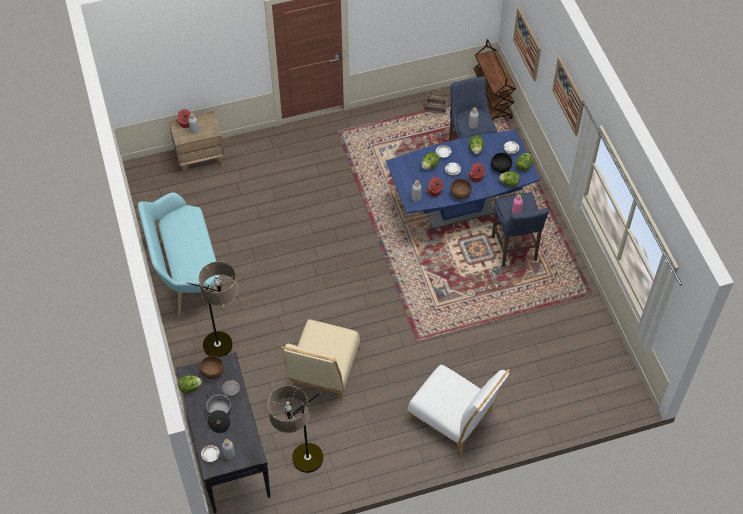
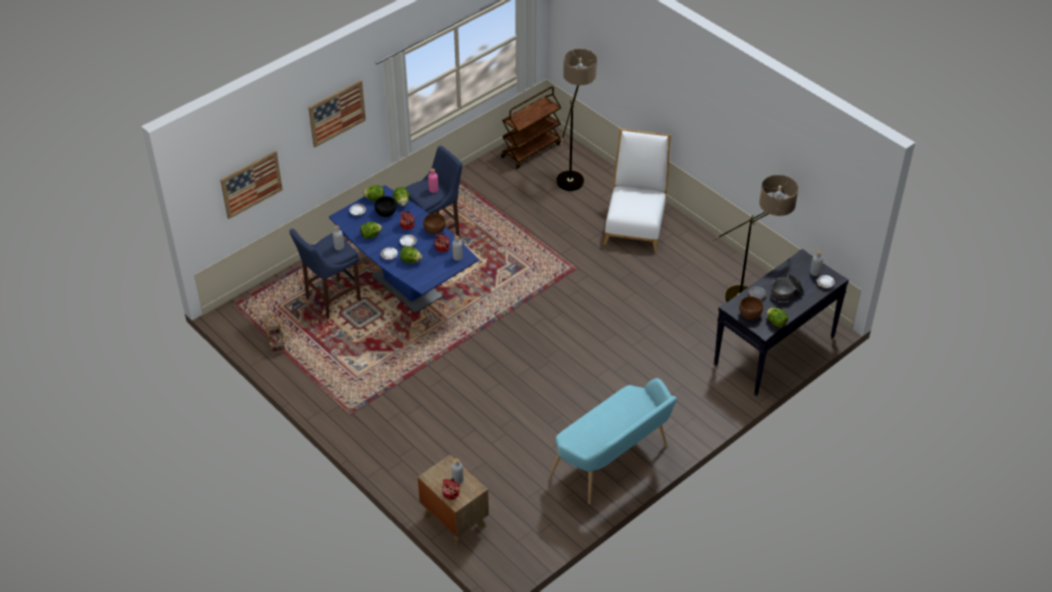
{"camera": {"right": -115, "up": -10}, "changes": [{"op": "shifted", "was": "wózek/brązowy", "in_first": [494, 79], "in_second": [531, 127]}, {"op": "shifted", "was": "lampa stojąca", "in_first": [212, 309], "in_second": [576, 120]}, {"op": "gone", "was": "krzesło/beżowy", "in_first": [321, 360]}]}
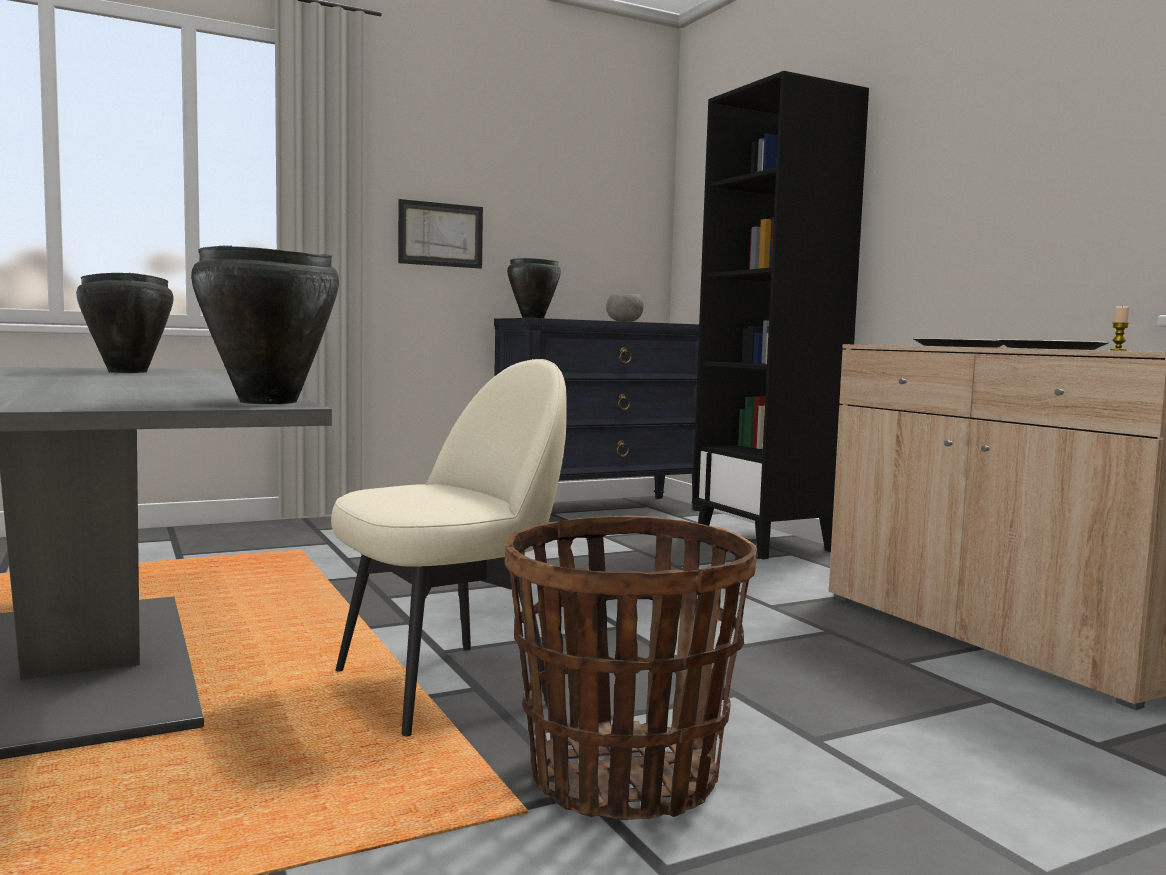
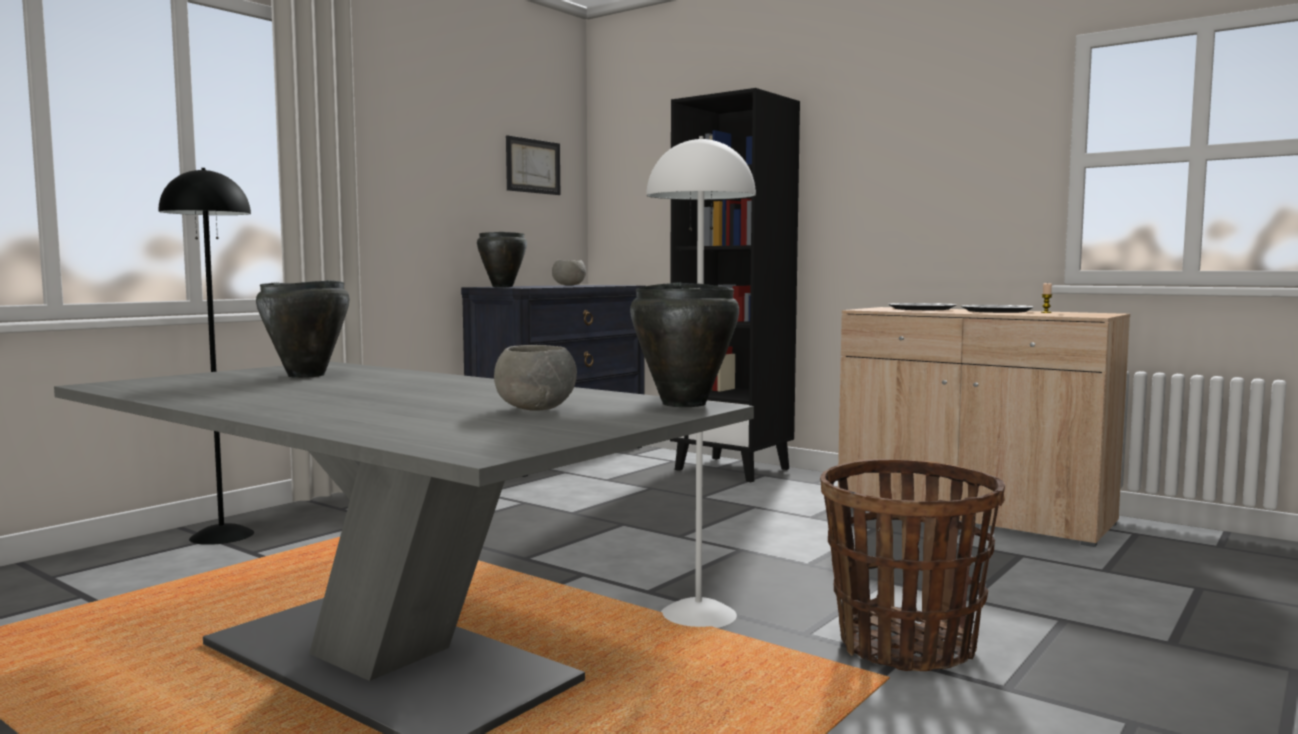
{"camera": {"right": -25, "up": 0}, "changes": [{"op": "shifted", "was": "obraz", "in_first": [440, 234], "in_second": [533, 165]}, {"op": "swapped", "was": "krzesło/beżowy", "now": "lampa stojąca/biały", "in_first": [449, 547], "in_second": [701, 382]}, {"op": "new", "now": "lampa stojąca/czarny", "in_second": [206, 356]}, {"op": "new", "now": "miska/szary", "in_second": [535, 378]}]}
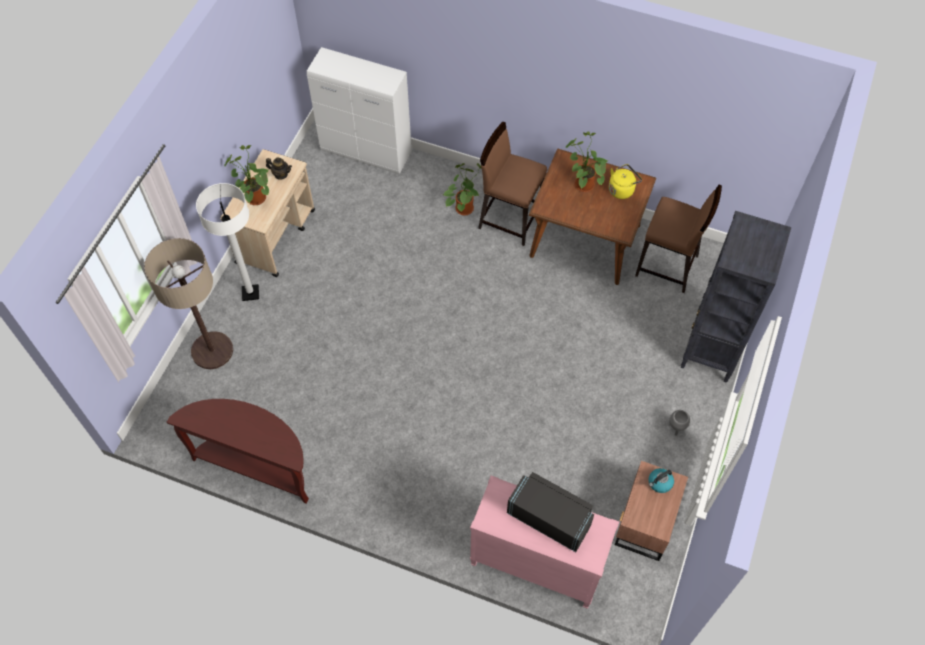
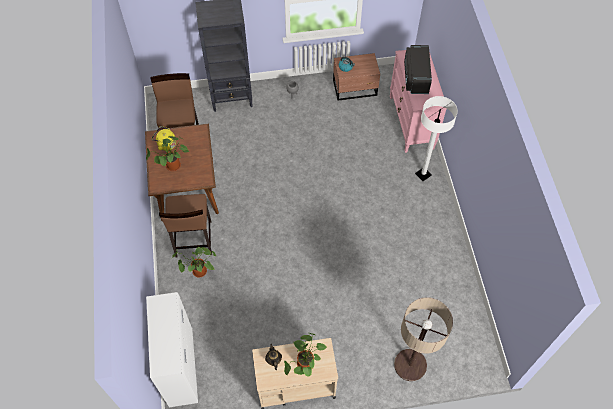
{"camera": {"right": -120, "up": 0}, "changes": [{"op": "shifted", "was": "lampa stojąca/biały", "in_first": [227, 242], "in_second": [436, 138]}, {"op": "gone", "was": "stolik konsolowy/brązowy", "in_first": [238, 451]}]}
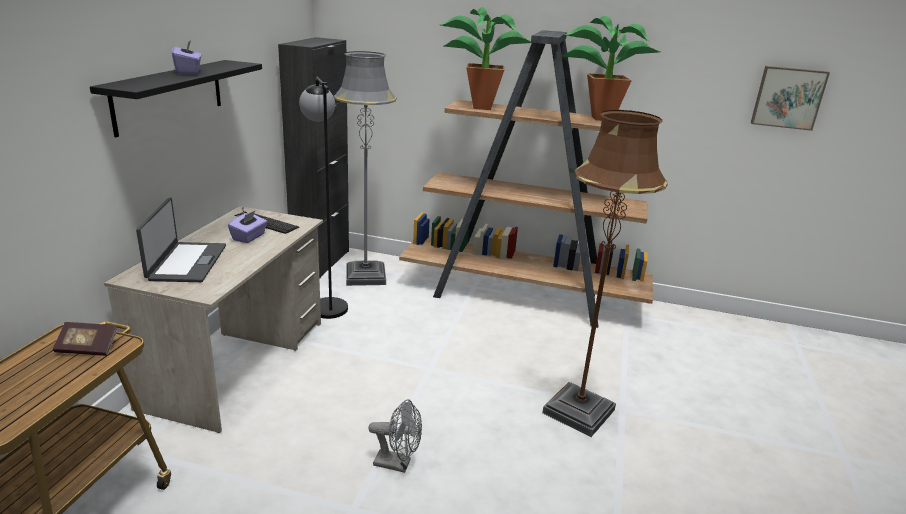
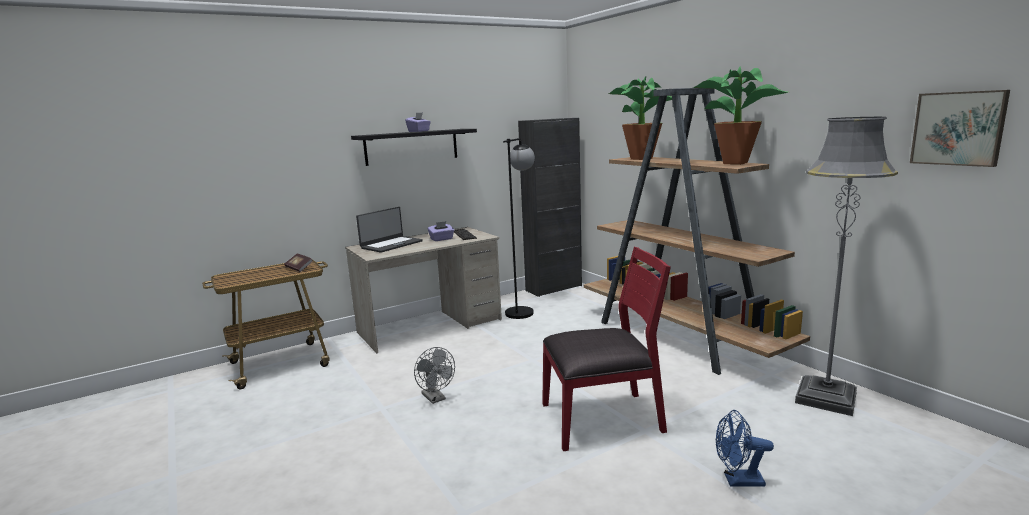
{"camera": {"right": 45, "up": -10}, "changes": [{"op": "shifted", "was": "lampa stojąca/szary", "in_first": [365, 168], "in_second": [846, 266]}, {"op": "swapped", "was": "lampa stojąca/brązowy", "now": "krzesło/czerwony", "in_first": [605, 273], "in_second": [606, 349]}, {"op": "new", "now": "wentylator/niebieski", "in_second": [745, 448]}]}
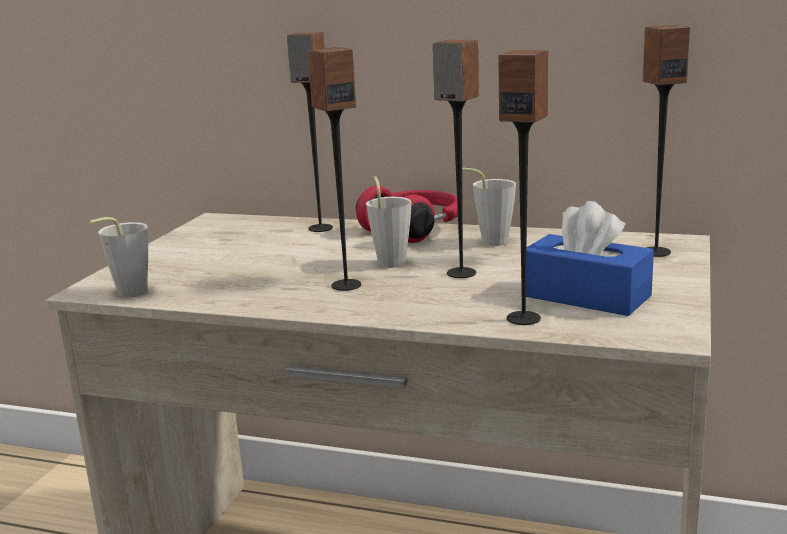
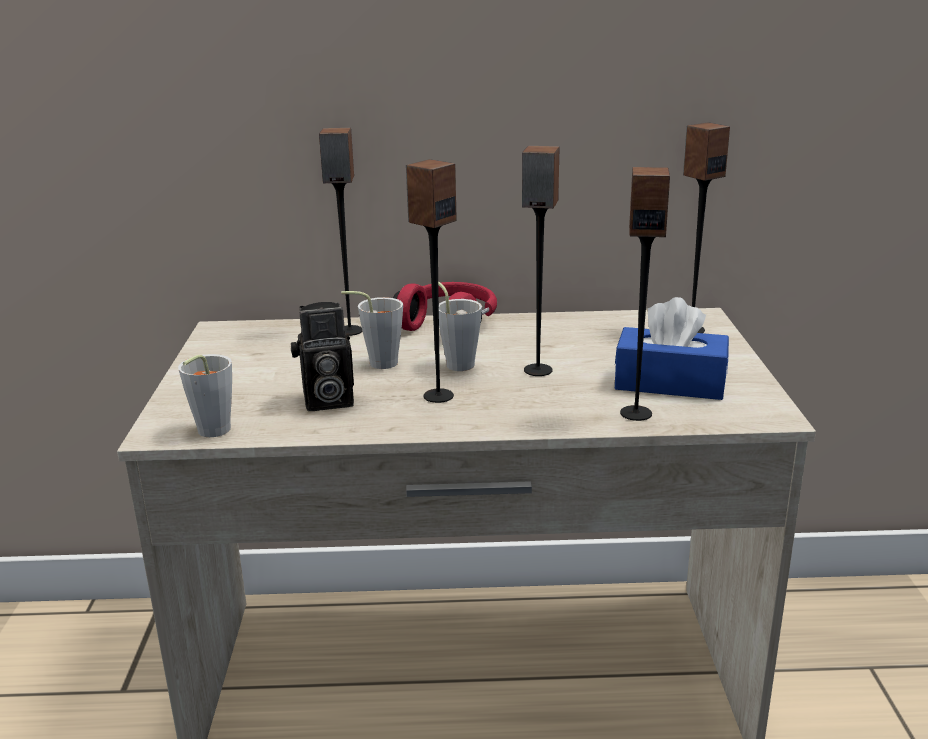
{"camera": {"right": -20, "up": 5}, "changes": [{"op": "shifted", "was": "filiżanka/szary", "in_first": [489, 207], "in_second": [372, 330]}, {"op": "new", "now": "aparat fotograficzny", "in_second": [322, 356]}]}
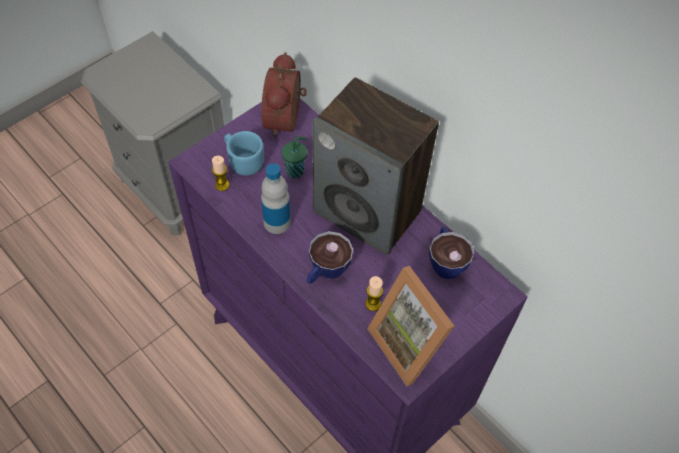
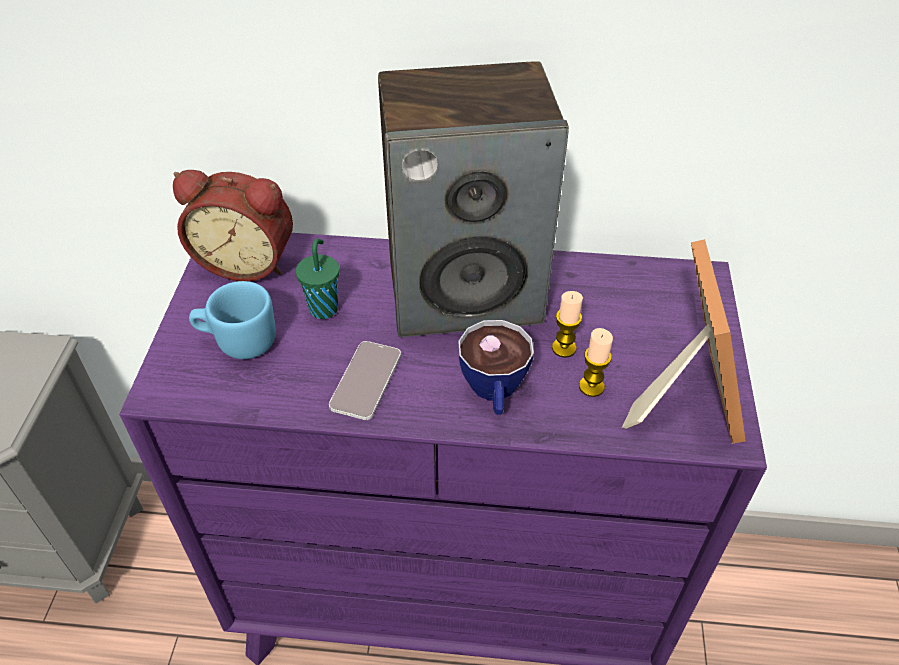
{"camera": {"right": -40, "up": -10}, "changes": [{"op": "rotated", "was": "budzik", "in_first": [284, 95], "in_second": [233, 225], "clockwise": -45}, {"op": "shifted", "was": "świeca", "in_first": [220, 173], "in_second": [567, 324]}, {"op": "swapped", "was": "butelka", "now": "telefon", "in_first": [276, 198], "in_second": [365, 380]}, {"op": "gone", "was": "filiżanka", "in_first": [452, 253]}, {"op": "rotated", "was": "ramka na zdjęcie", "in_first": [410, 326], "in_second": [684, 341], "clockwise": -105}]}
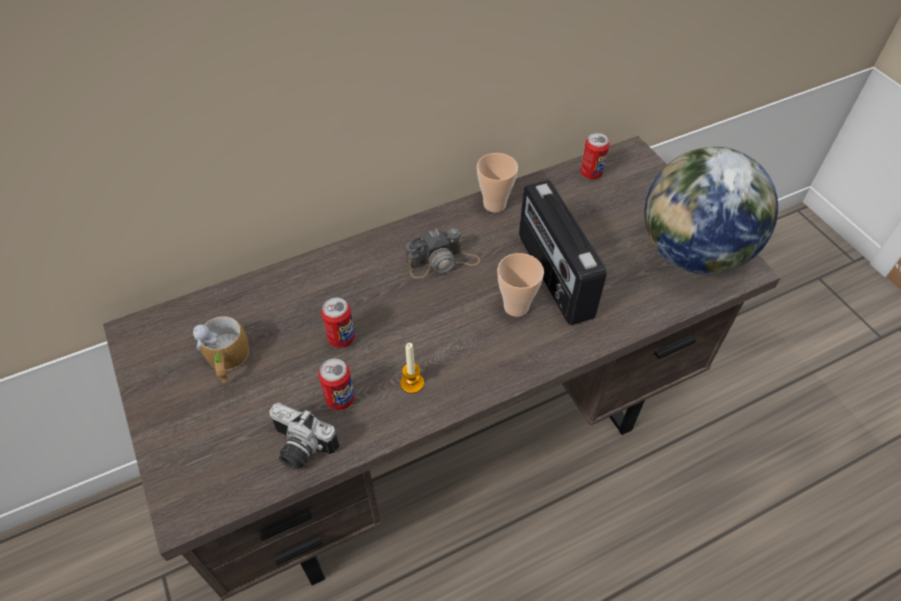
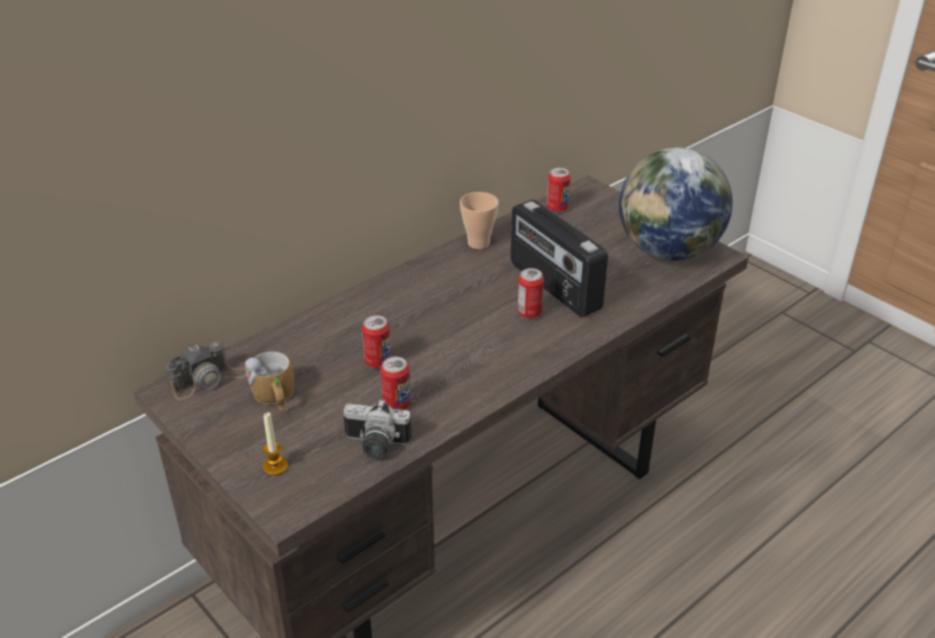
{"camera": {"right": -15, "up": -15}, "changes": [{"op": "shifted", "was": "aparat fotograficzny", "in_first": [443, 253], "in_second": [206, 371]}, {"op": "swapped", "was": "filiżanka", "now": "puszka", "in_first": [520, 285], "in_second": [530, 293]}, {"op": "shifted", "was": "świeca", "in_first": [412, 368], "in_second": [275, 444]}]}
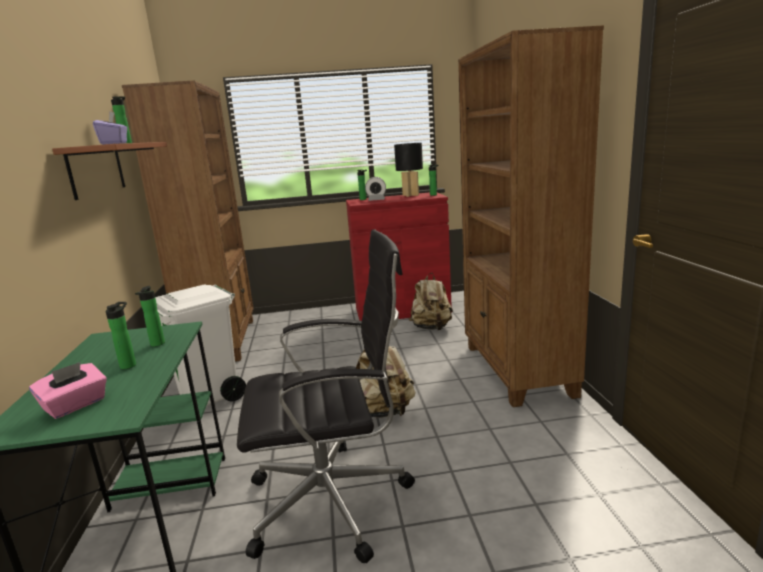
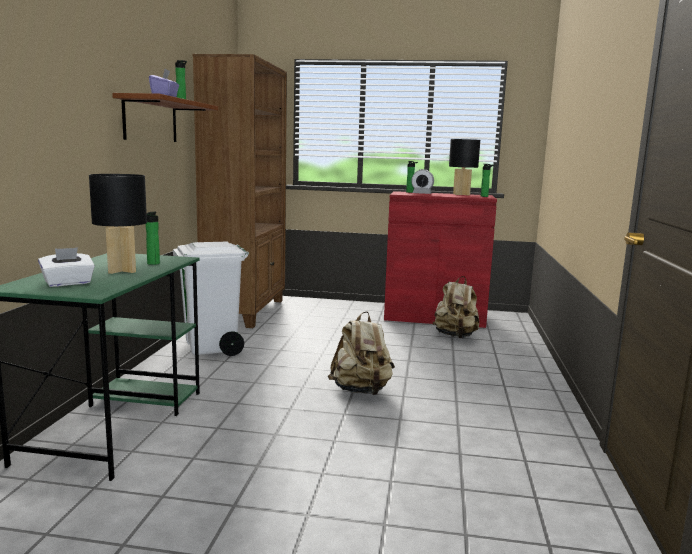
{"camera": {"right": 15, "up": -5}, "changes": [{"op": "gone", "was": "regał/brązowy", "in_first": [531, 216]}, {"op": "gone", "was": "krzesło biurowe/czarny", "in_first": [326, 396]}, {"op": "swapped", "was": "butelka", "now": "lampa stołowa/czarny", "in_first": [121, 335], "in_second": [118, 224]}, {"op": "repainted", "was": "pudełko chusteczek/różowy", "now": "pudełko chusteczek/biały", "in_first": [68, 390], "in_second": [66, 267]}]}
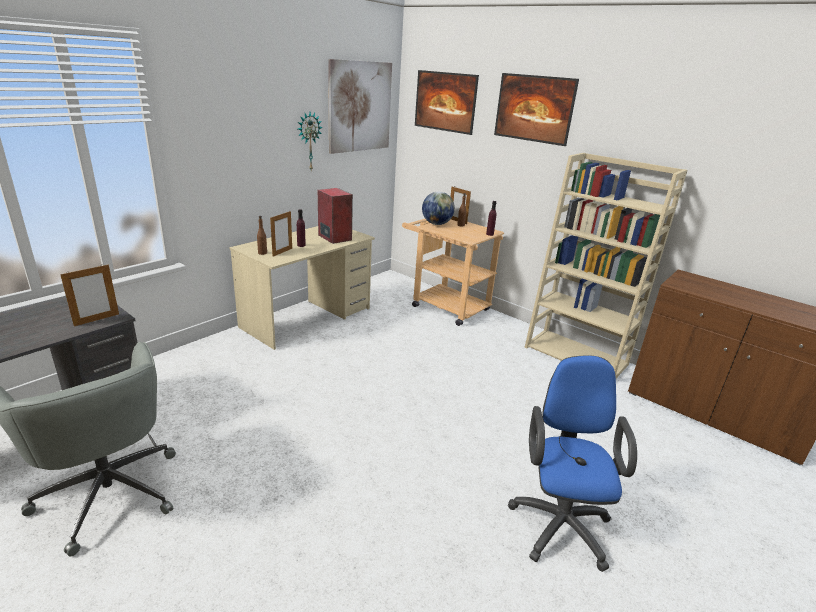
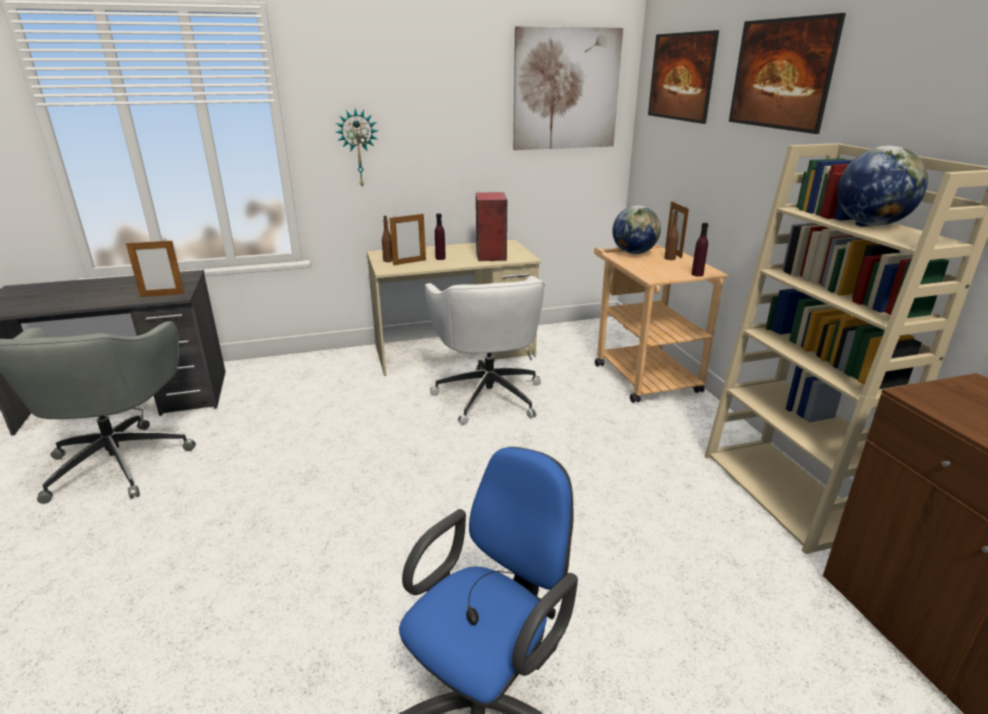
{"camera": {"right": 35, "up": 0}, "changes": [{"op": "shifted", "was": "zegar ścienny", "in_first": [310, 141], "in_second": [357, 148]}, {"op": "new", "now": "globus", "in_second": [883, 186]}, {"op": "new", "now": "krzesło biurowe/biały", "in_second": [485, 350]}]}
